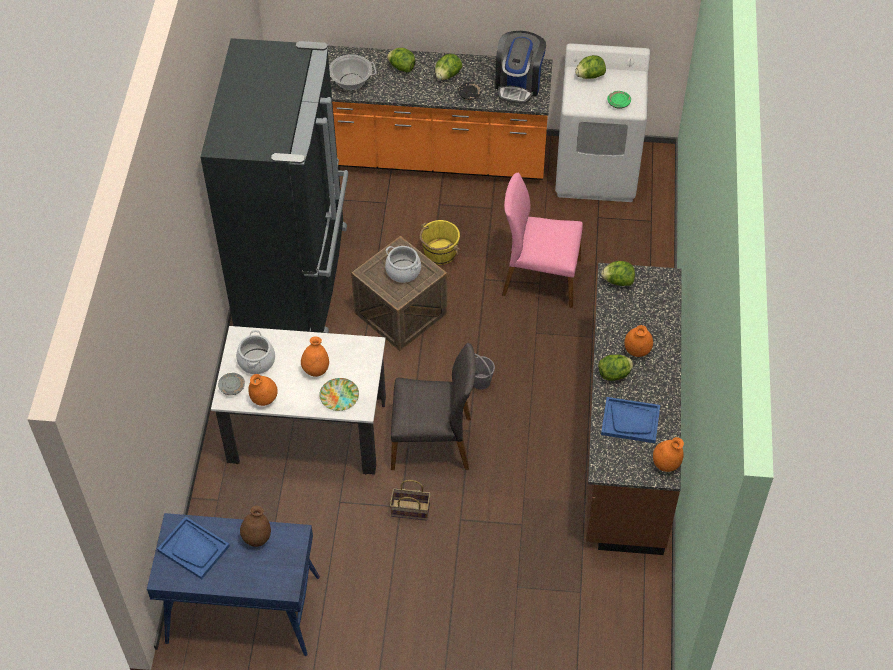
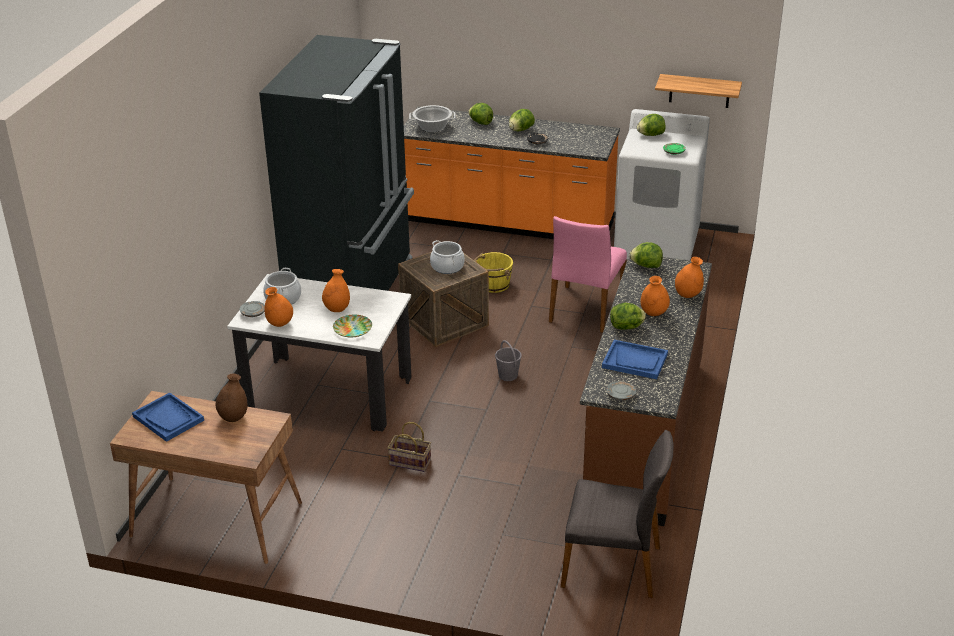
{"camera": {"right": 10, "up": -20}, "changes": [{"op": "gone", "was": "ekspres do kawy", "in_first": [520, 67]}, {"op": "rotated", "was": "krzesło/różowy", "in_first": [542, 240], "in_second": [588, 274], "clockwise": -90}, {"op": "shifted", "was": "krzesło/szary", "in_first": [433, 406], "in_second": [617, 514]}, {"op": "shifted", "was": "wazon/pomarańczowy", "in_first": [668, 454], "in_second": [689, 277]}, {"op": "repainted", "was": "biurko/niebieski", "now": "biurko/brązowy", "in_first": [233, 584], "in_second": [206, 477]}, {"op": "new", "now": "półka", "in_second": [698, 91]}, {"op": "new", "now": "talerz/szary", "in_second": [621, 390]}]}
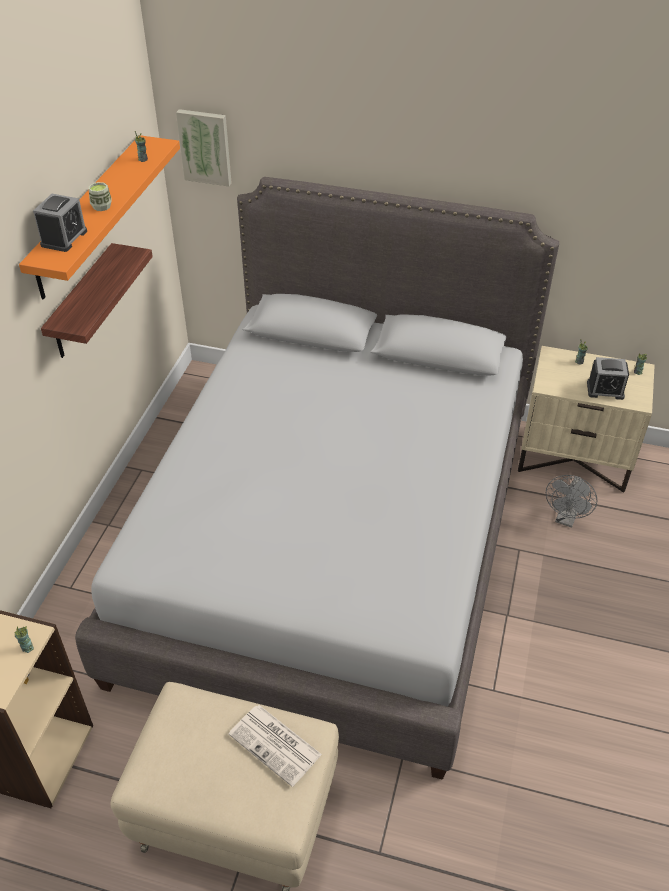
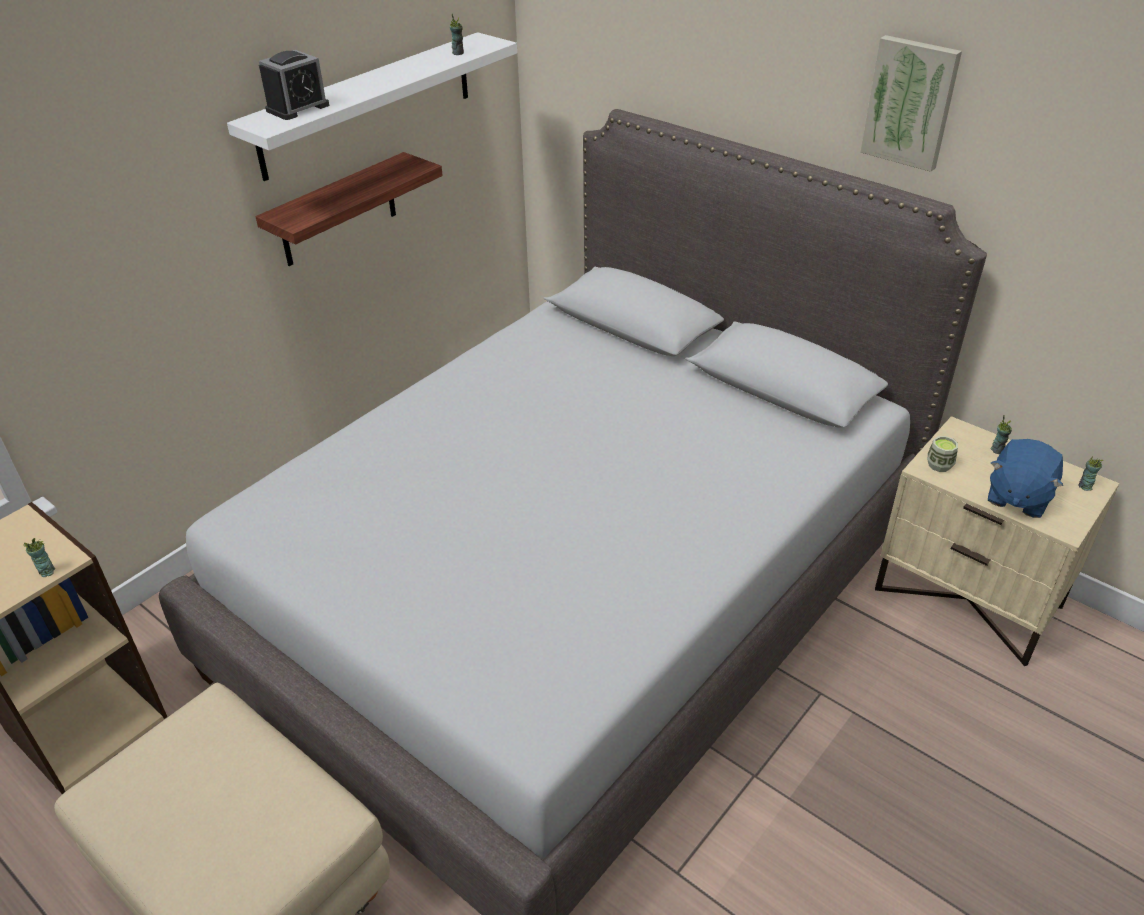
{"camera": {"right": 25, "up": -5}, "changes": [{"op": "shifted", "was": "obraz", "in_first": [203, 148], "in_second": [911, 103]}, {"op": "repainted", "was": "półka/pomarańczowy", "now": "półka/biały", "in_first": [99, 217], "in_second": [372, 106]}, {"op": "shifted", "was": "filiżanka", "in_first": [100, 196], "in_second": [942, 454]}, {"op": "swapped", "was": "budzik", "now": "pluszak/niebieski", "in_first": [608, 378], "in_second": [1025, 478]}, {"op": "gone", "was": "wentylator/szary", "in_first": [571, 501]}, {"op": "gone", "was": "gazeta", "in_first": [275, 746]}]}
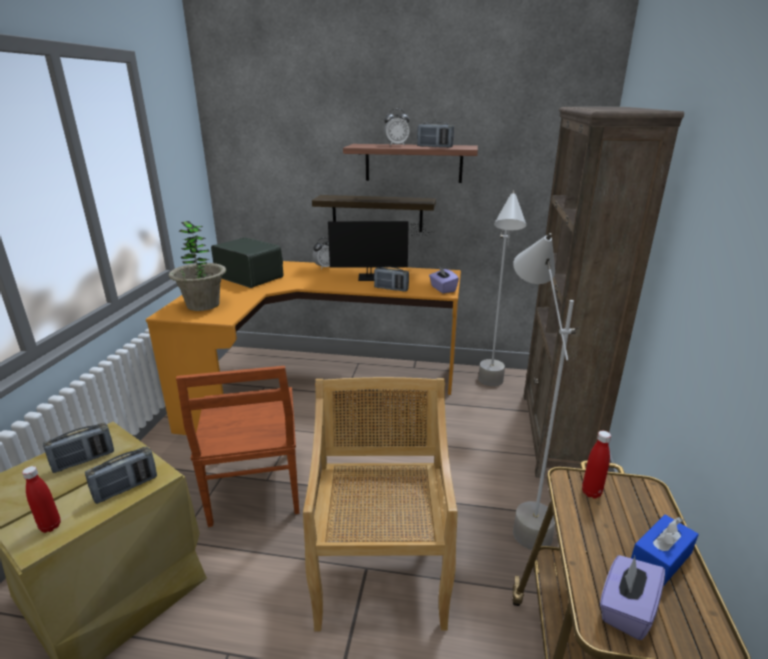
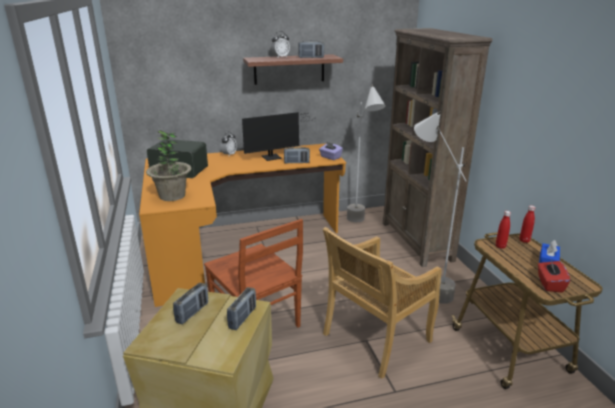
{"camera": {"right": -25, "up": 0}, "changes": [{"op": "gone", "was": "półka", "in_first": [374, 213]}, {"op": "rotated", "was": "krzesło/beżowy", "in_first": [380, 504], "in_second": [382, 303], "clockwise": -105}, {"op": "shifted", "was": "butelka/czerwony", "in_first": [41, 499], "in_second": [528, 224]}, {"op": "repainted", "was": "pudełko chusteczek/fioletowy", "now": "pudełko chusteczek/czerwony", "in_first": [632, 597], "in_second": [554, 276]}]}
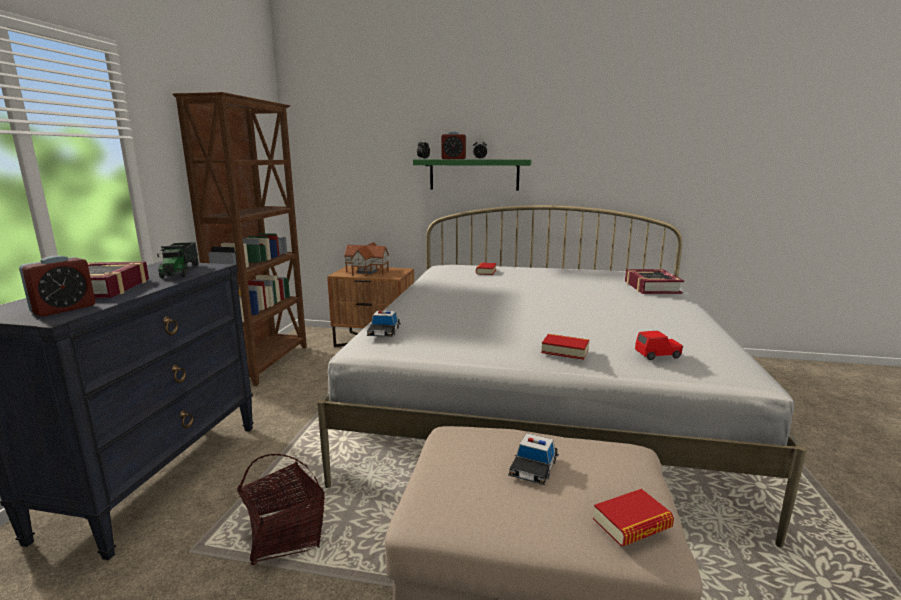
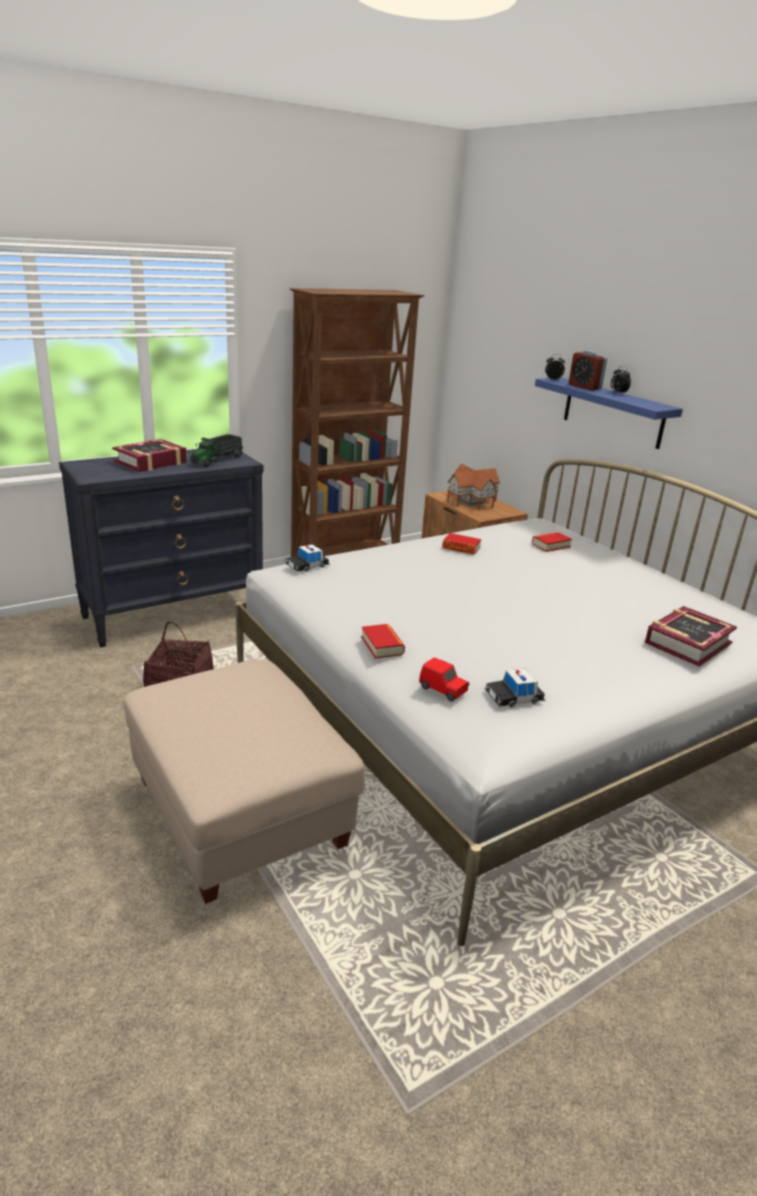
{"camera": {"right": 45, "up": 10}, "changes": [{"op": "repainted", "was": "półka/zielony", "now": "półka/niebieski", "in_first": [472, 175], "in_second": [609, 413]}, {"op": "gone", "was": "budzik", "in_first": [57, 286]}, {"op": "shifted", "was": "samochodzik", "in_first": [533, 459], "in_second": [515, 688]}, {"op": "shifted", "was": "książka", "in_first": [633, 517], "in_second": [461, 544]}]}
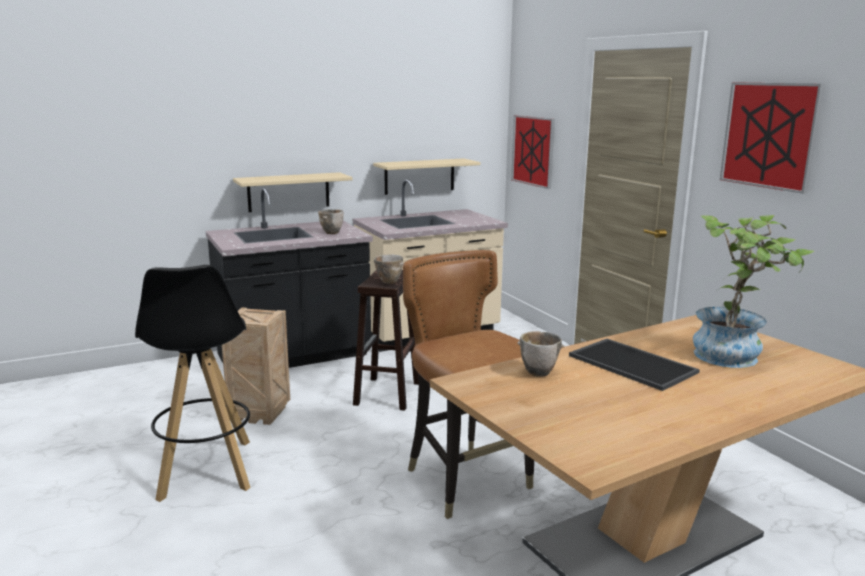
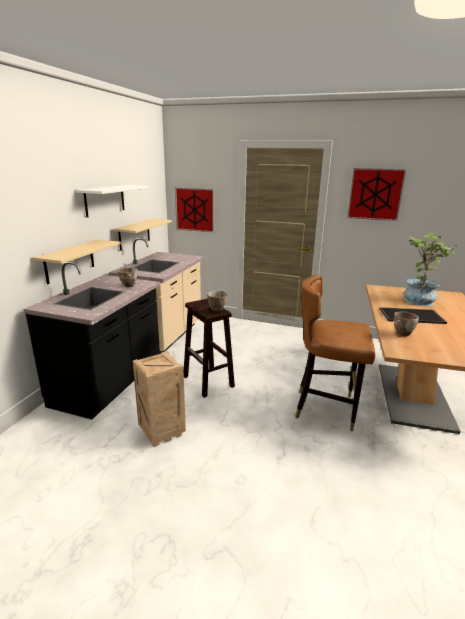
{"camera": {"right": -45, "up": 5}, "changes": [{"op": "gone", "was": "stołek/czarny", "in_first": [193, 383]}, {"op": "new", "now": "półka/biały", "in_second": [112, 201]}]}
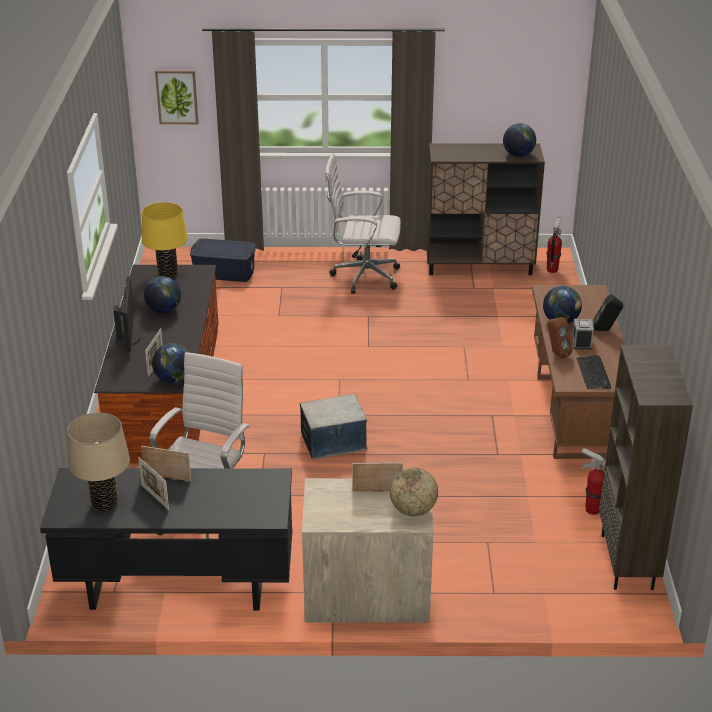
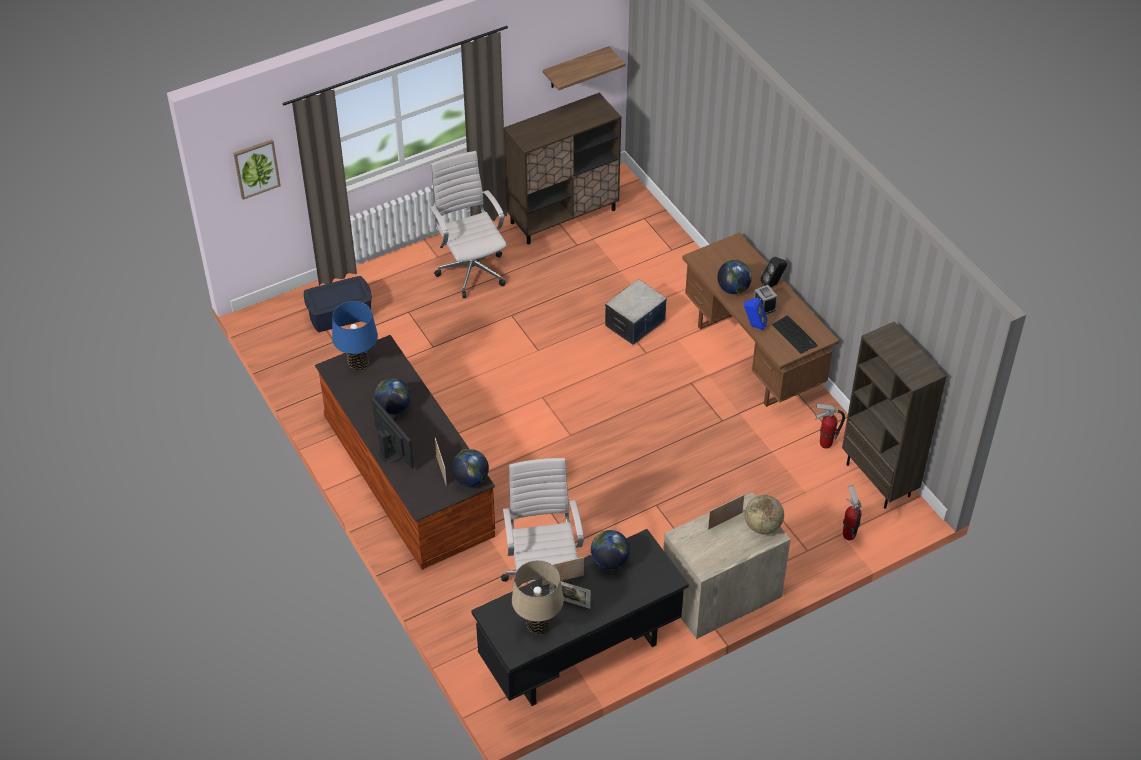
{"camera": {"right": -30, "up": 15}, "changes": [{"op": "shifted", "was": "globus", "in_first": [519, 140], "in_second": [610, 549]}, {"op": "rotated", "was": "krzesło biurowe/biały", "in_first": [363, 223], "in_second": [468, 224], "clockwise": 90}, {"op": "repainted", "was": "lampa stołowa/żółty", "now": "lampa stołowa/niebieski", "in_first": [165, 240], "in_second": [355, 336]}, {"op": "shifted", "was": "gaśnica", "in_first": [554, 245], "in_second": [852, 512]}, {"op": "repainted", "was": "głośnik/brązowy", "now": "głośnik/niebieski", "in_first": [560, 338], "in_second": [756, 314]}, {"op": "shifted", "was": "pojemnik do przechowywania", "in_first": [334, 426], "in_second": [636, 312]}, {"op": "new", "now": "półka", "in_second": [584, 68]}]}
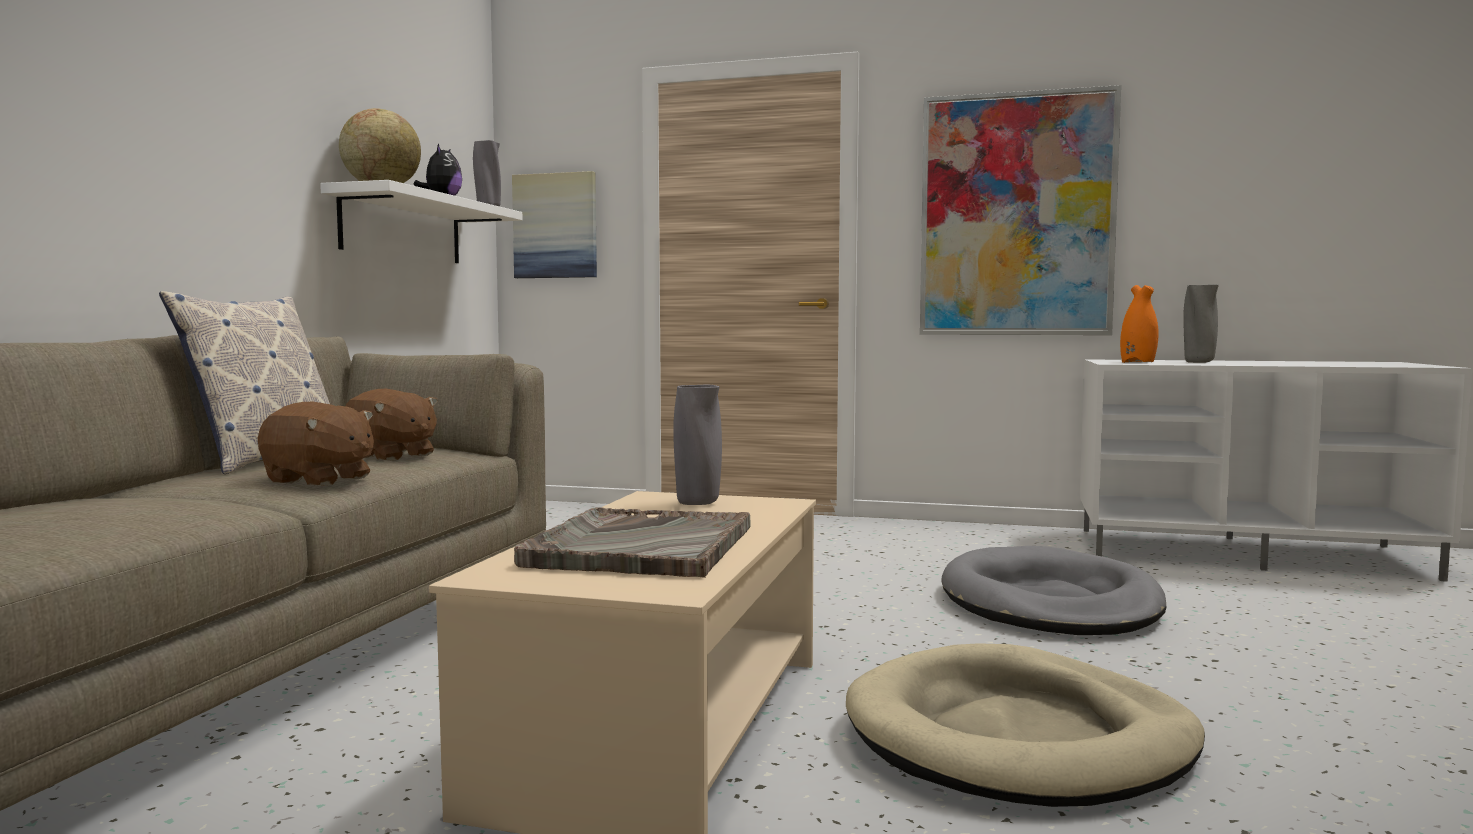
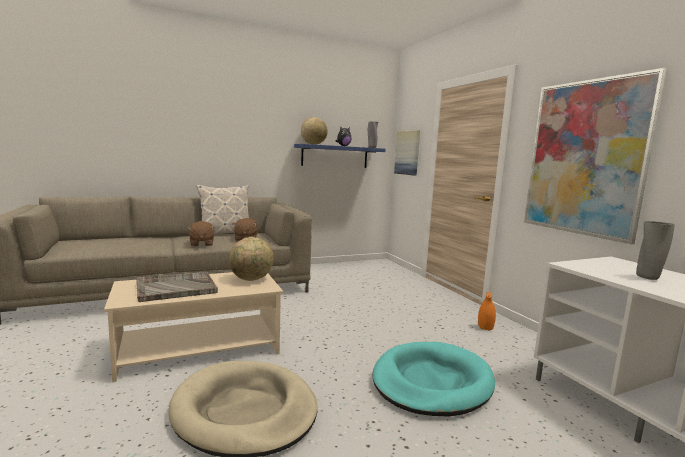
{"camera": {"right": 50, "up": 5}, "changes": [{"op": "repainted", "was": "półka/biały", "now": "półka/niebieski", "in_first": [421, 221], "in_second": [340, 156]}, {"op": "shifted", "was": "wazon/pomarańczowy", "in_first": [1139, 324], "in_second": [487, 311]}, {"op": "swapped", "was": "wazon/szary", "now": "globus", "in_first": [697, 445], "in_second": [251, 259]}, {"op": "repainted", "was": "legowisko/szary", "now": "legowisko/turkusowy", "in_first": [1053, 590], "in_second": [433, 379]}]}
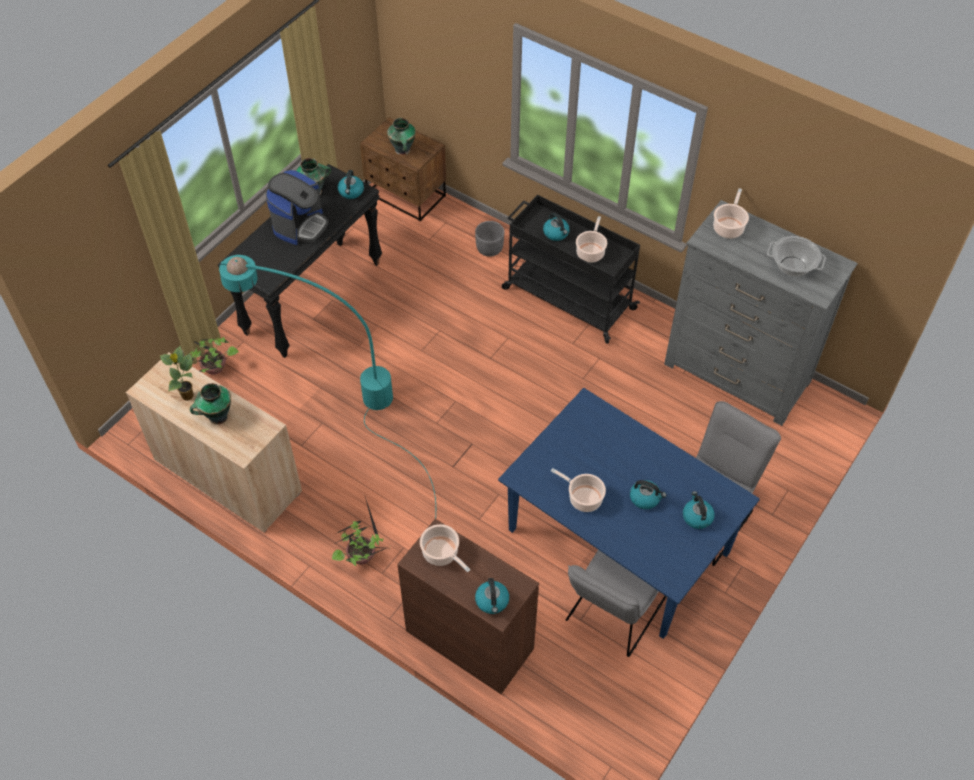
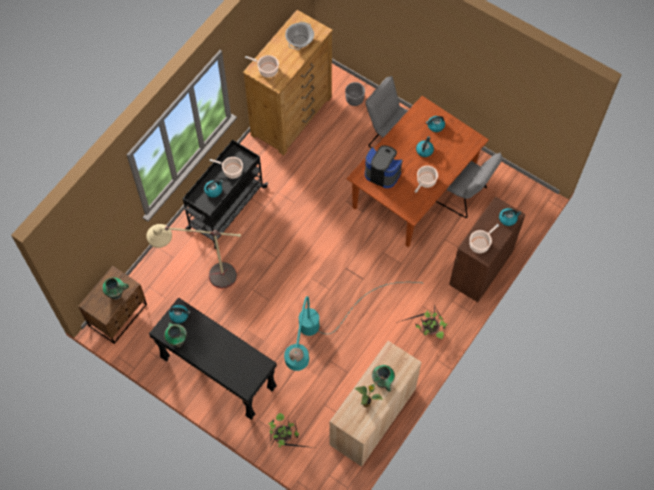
{"camera": {"right": -90, "up": 10}, "changes": [{"op": "shifted", "was": "ekspres do kawy", "in_first": [297, 207], "in_second": [384, 166]}, {"op": "repainted", "was": "komoda/szary", "now": "komoda/brązowy", "in_first": [761, 313], "in_second": [288, 83]}, {"op": "shifted", "was": "donica/szary", "in_first": [489, 239], "in_second": [355, 94]}, {"op": "repainted", "was": "stół jadalny/niebieski", "now": "stół jadalny/brązowy", "in_first": [629, 513], "in_second": [418, 171]}, {"op": "new", "now": "lampa stojąca/beżowy", "in_second": [193, 256]}]}
